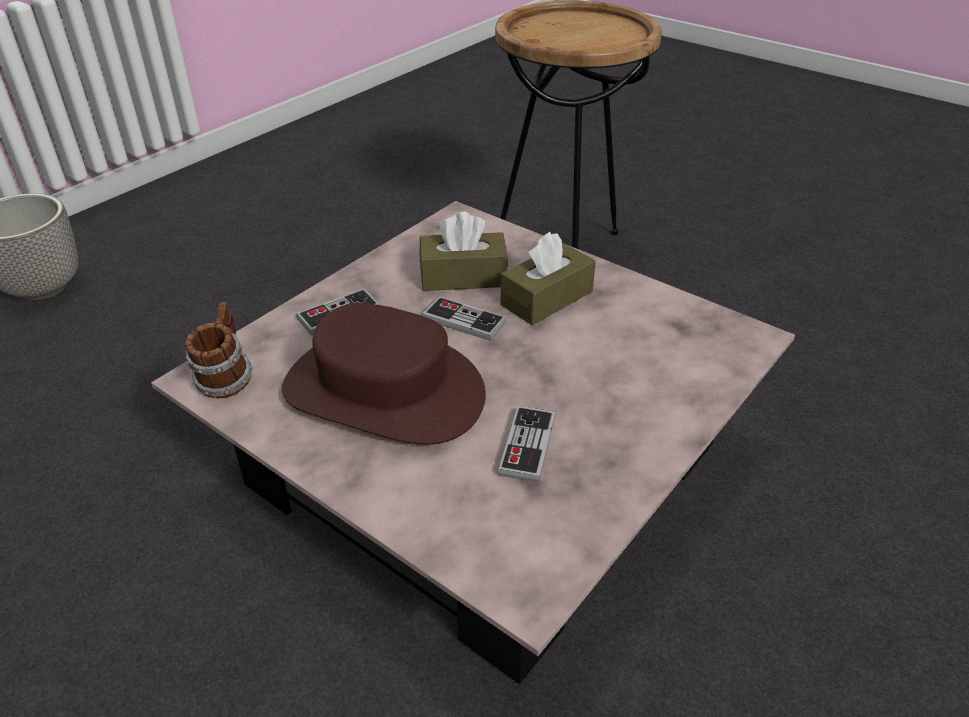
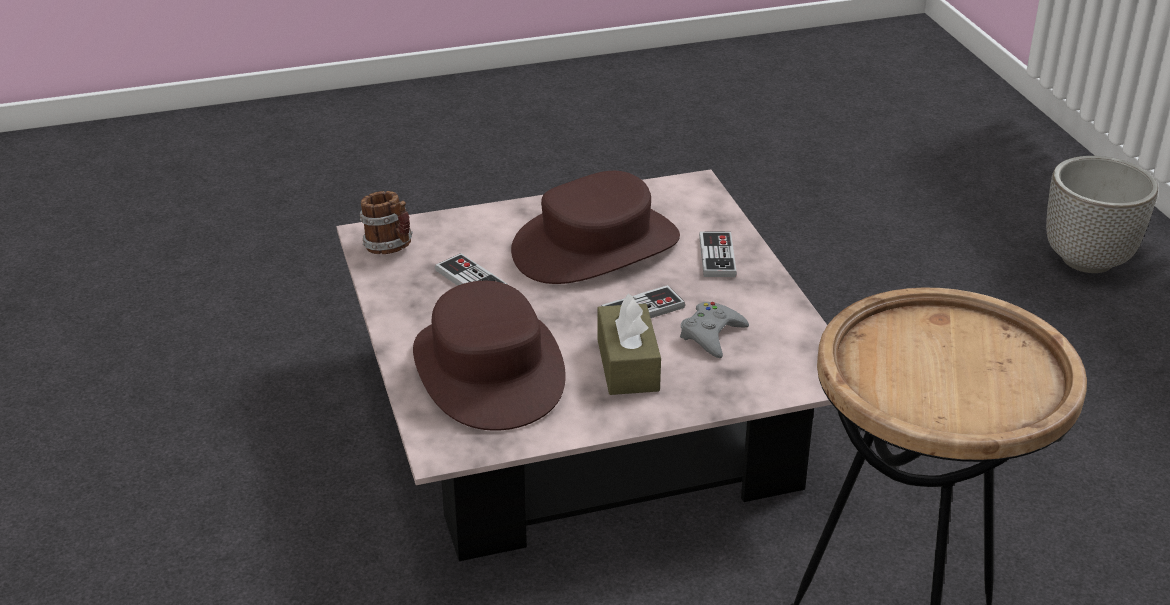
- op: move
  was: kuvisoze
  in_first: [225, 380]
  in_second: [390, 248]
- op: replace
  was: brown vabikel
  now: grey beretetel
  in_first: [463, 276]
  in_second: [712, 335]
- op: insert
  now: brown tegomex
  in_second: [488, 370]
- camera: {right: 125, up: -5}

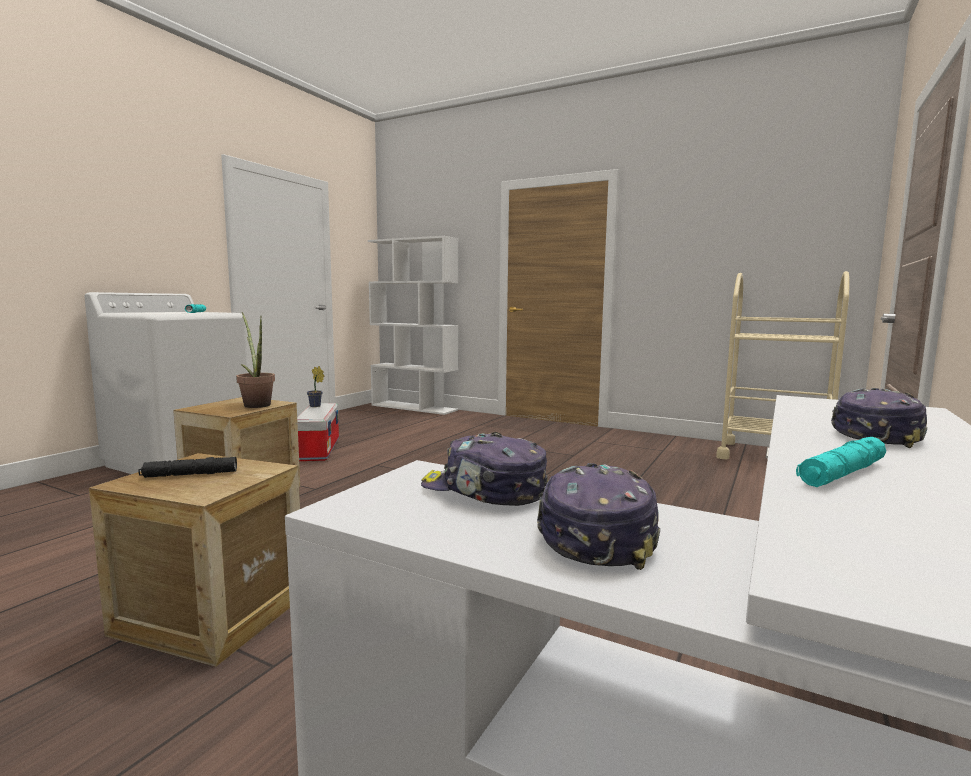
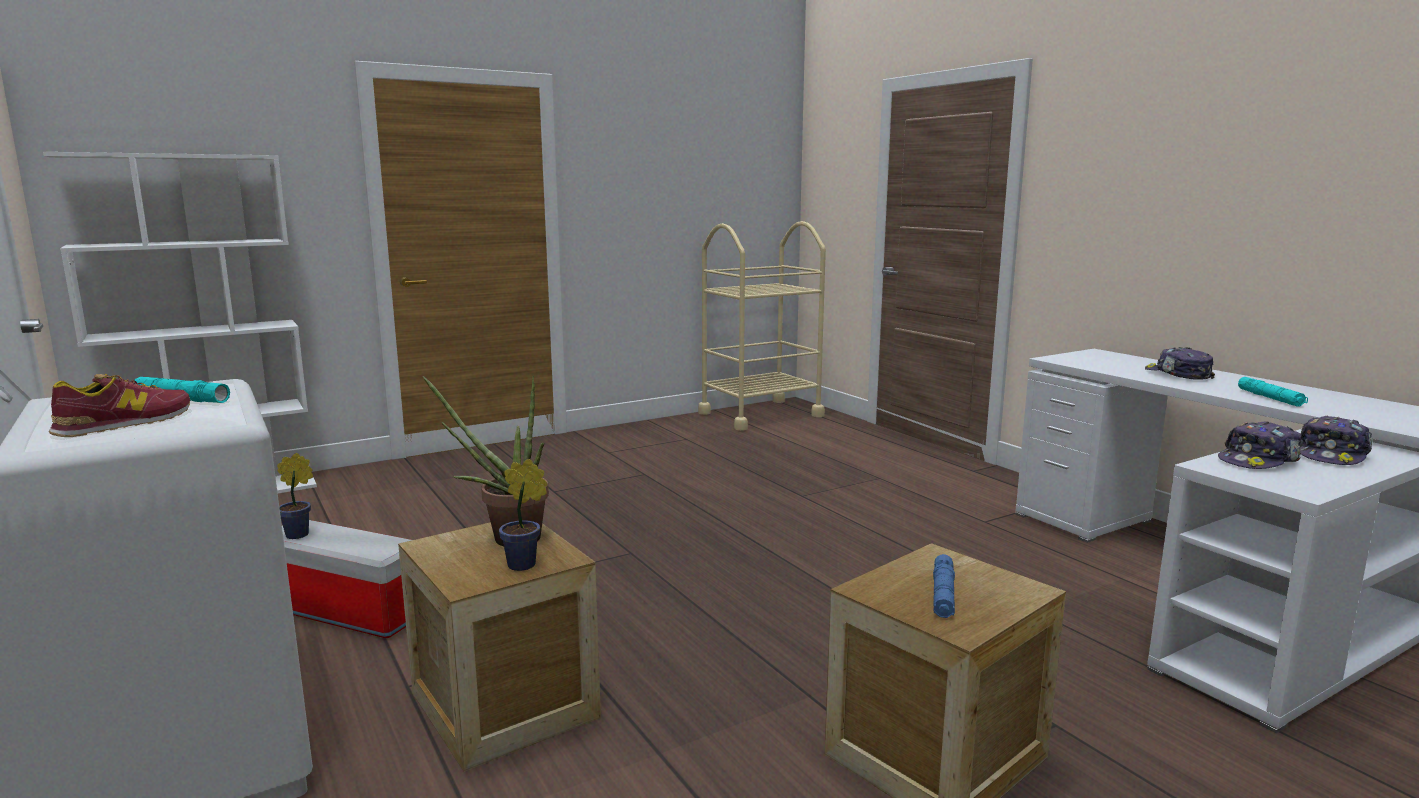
- op: recolor
  was: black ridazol
  now: blue ridazol
  in_first: [190, 474]
  in_second: [943, 594]
- op: rotate
  was: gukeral
  in_first: [595, 535]
  in_second: [1332, 455]
  clockwise: -90
- op: insert
  now: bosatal
  in_second: [125, 423]
- op: insert
  now: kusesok
  in_second: [525, 565]
- camera: {right: -60, up: 5}

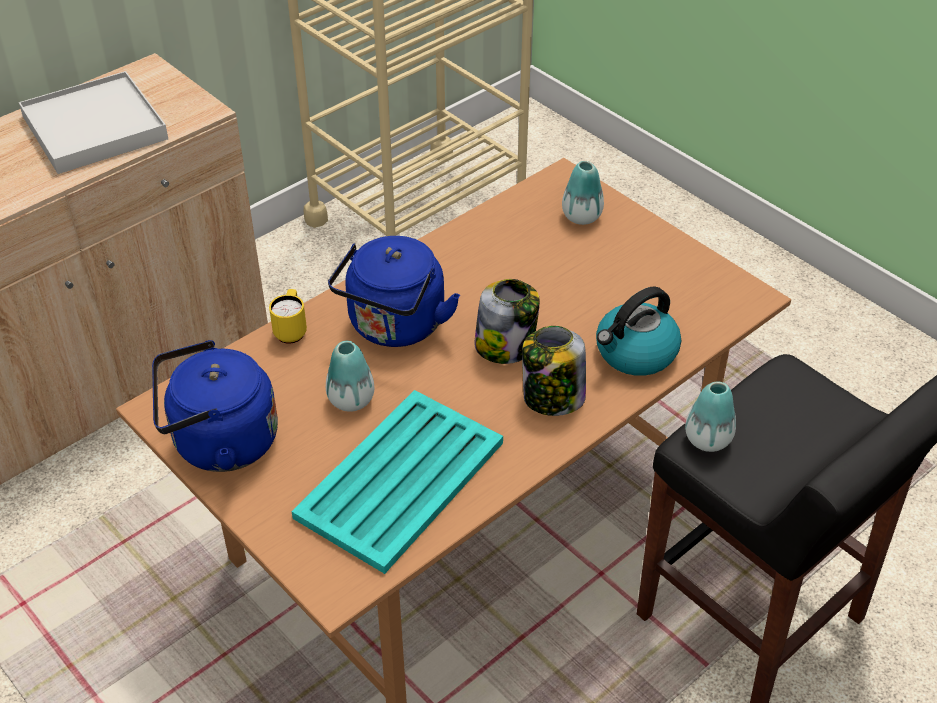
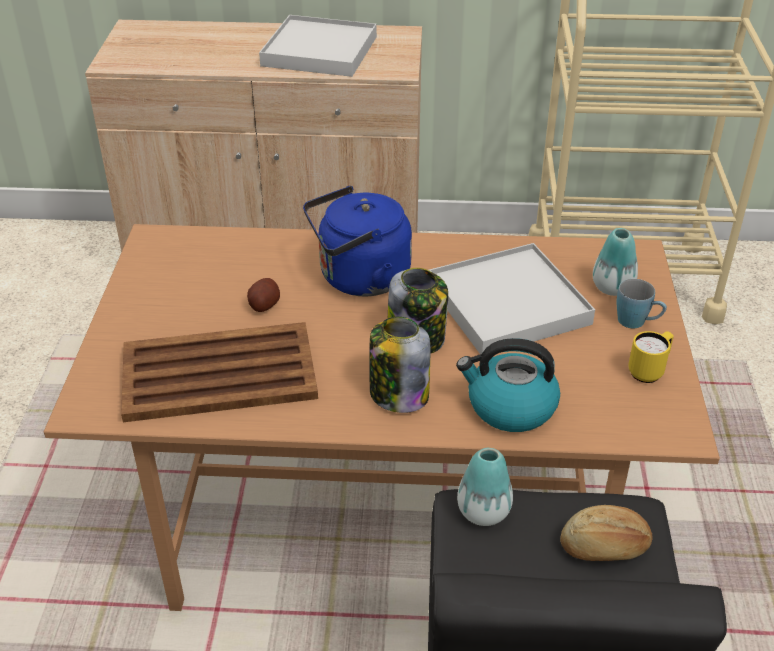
- op: delete
  was: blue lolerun
  in_first: [219, 443]
- op: move
  was: yellow kuvisoze
  in_first: [291, 330]
  in_second: [649, 371]
- op: recolor
  was: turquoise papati
  now: brown papati
  in_first: [398, 481]
  in_second: [217, 373]
- op: replace
  was: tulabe
  now: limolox
  in_first: [351, 400]
  in_second: [264, 305]
- op: insert
  now: white papati
  in_second: [508, 304]
- op: insert
  now: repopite
  in_second: [605, 548]
- op: insert
  now: blue kuvisoze
  in_second: [637, 322]
- camera: {right: 45, up: -5}

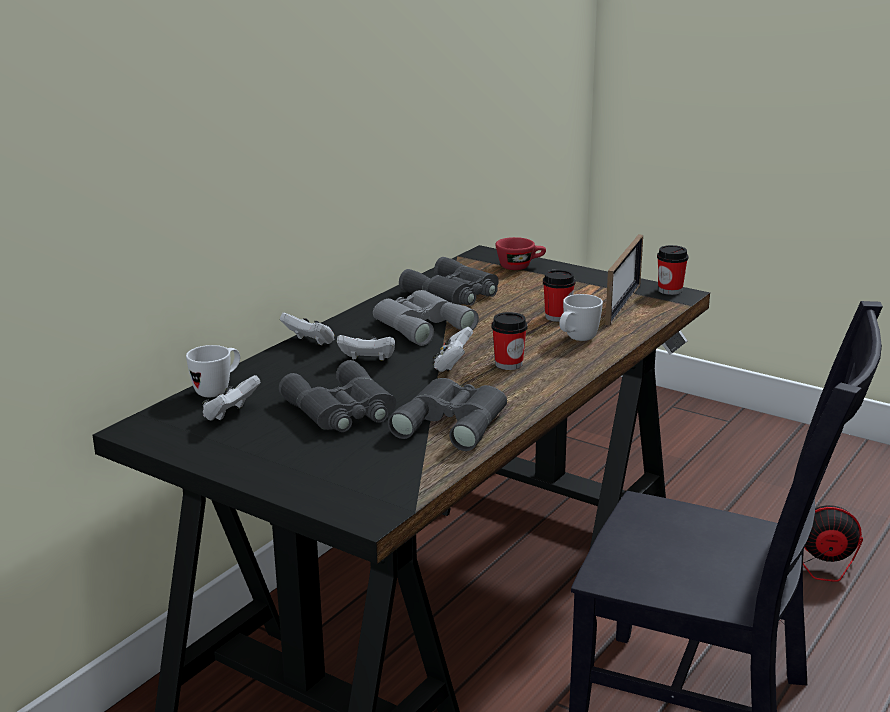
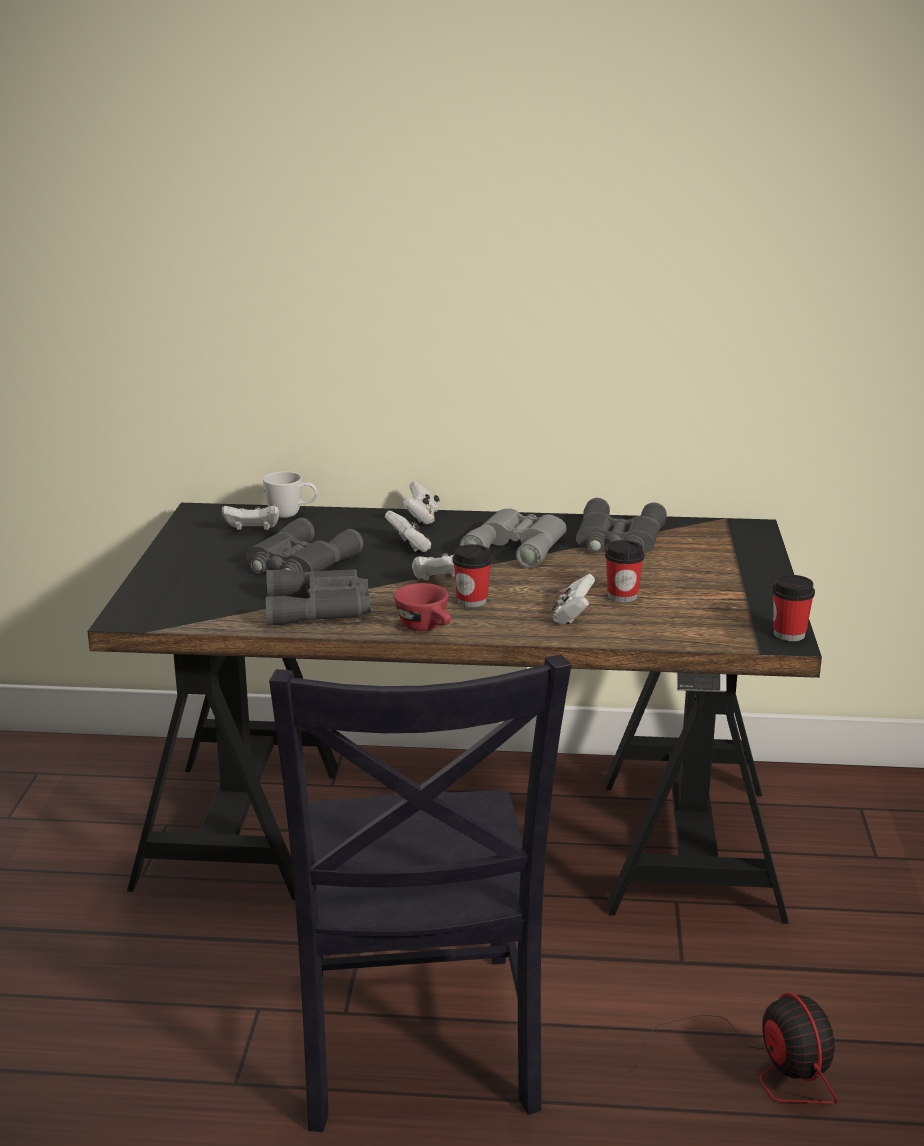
- op: move
  was: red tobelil
  in_first: [520, 266]
  in_second: [427, 628]
- op: replace
  was: white kuvisoze
  now: white beretetel
  in_first: [577, 340]
  in_second: [572, 617]
- op: delete
  was: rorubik
  in_first: [623, 304]
- camera: {right: 60, up: 0}

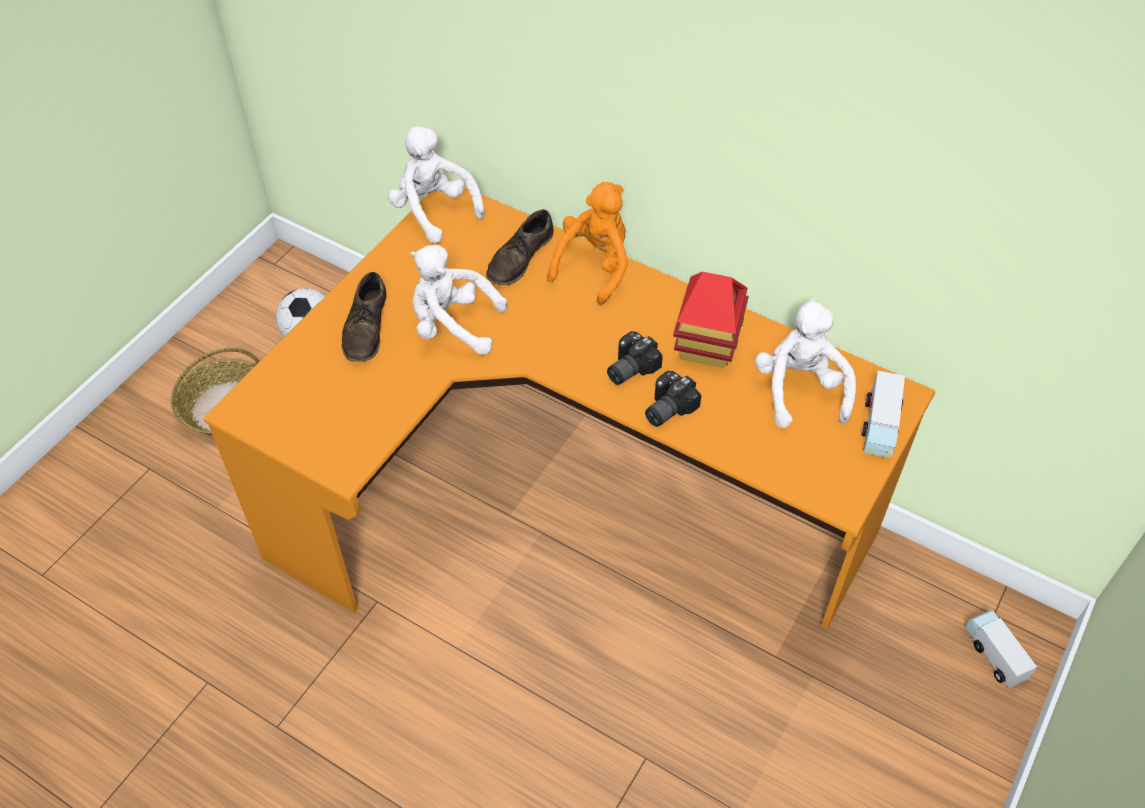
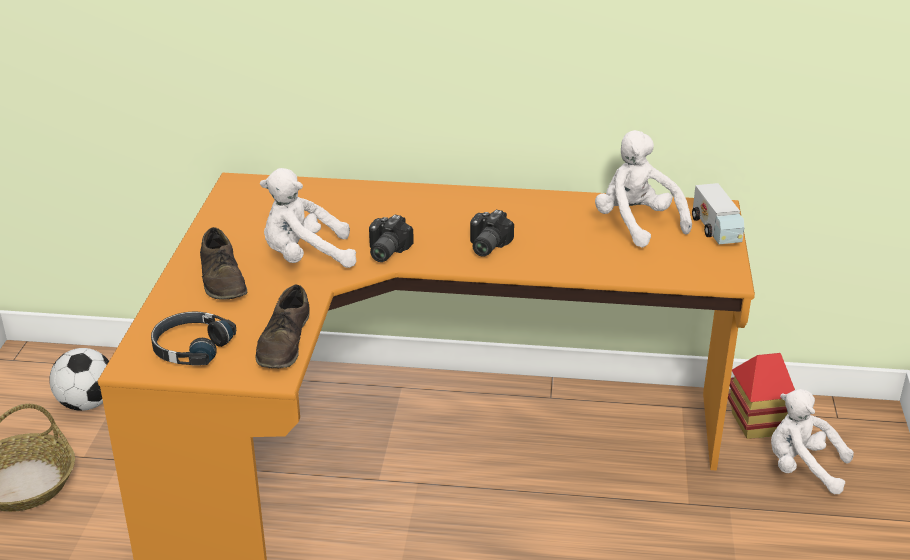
- op: move
  was: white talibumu
  in_first: [434, 210]
  in_second: [802, 468]
- op: move
  was: brown bosatal
  in_first: [520, 258]
  in_second: [284, 342]
- op: delete
  was: orange talibumu
  in_first: [594, 266]
- op: move
  was: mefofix
  in_first: [666, 408]
  in_second: [384, 251]
- op: move
  was: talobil
  in_first: [707, 345]
  in_second: [756, 423]
- op: delete
  was: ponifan
  in_first: [994, 654]
- op: insert
  now: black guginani
  in_second: [191, 347]
- camera: {right: -25, up: -20}

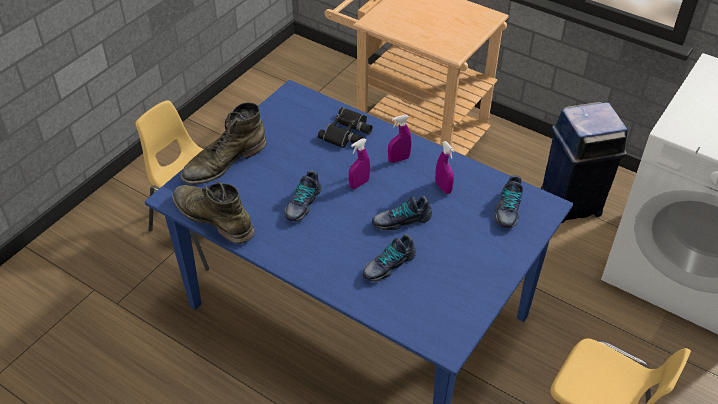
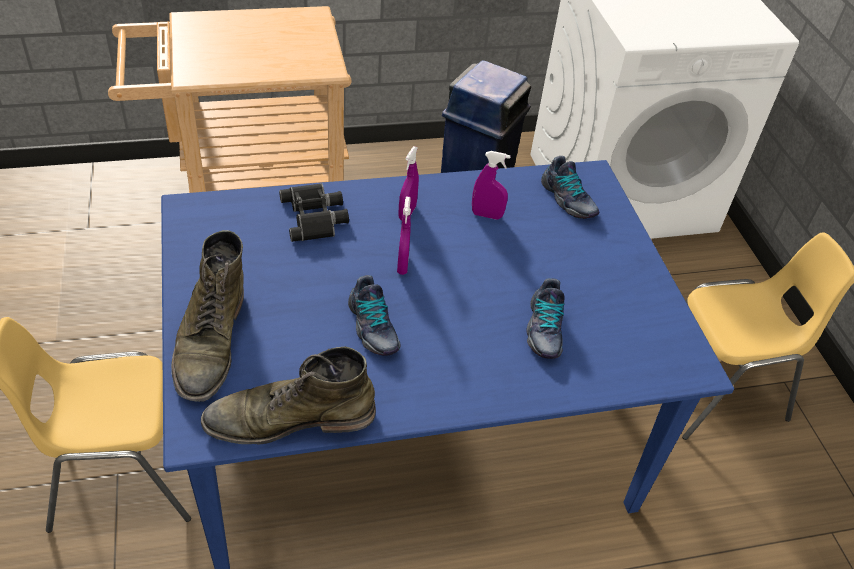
- op: delete
  was: bosatal
  in_first: [401, 220]
- camera: {right: -50, up: 0}

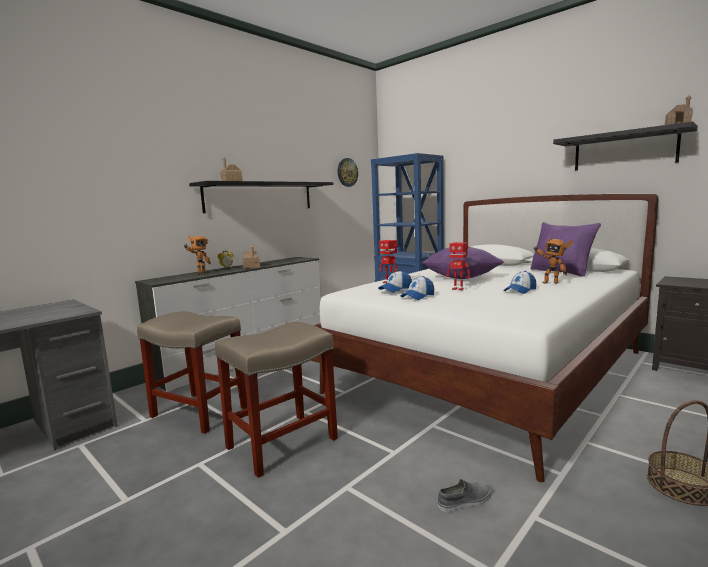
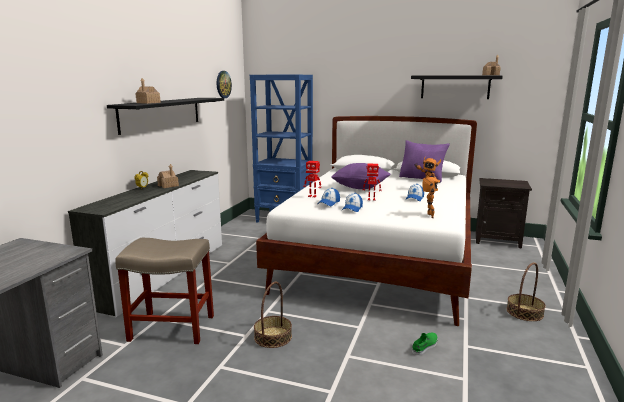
- op: move
  was: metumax
  in_first: [199, 273]
  in_second: [428, 216]
- op: replace
  was: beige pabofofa
  now: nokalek
  in_first: [283, 442]
  in_second: [273, 337]
- op: recolor
  was: grey bosatal
  now: green bosatal
  in_first: [466, 500]
  in_second: [425, 346]
- camera: {right: -25, up: 5}

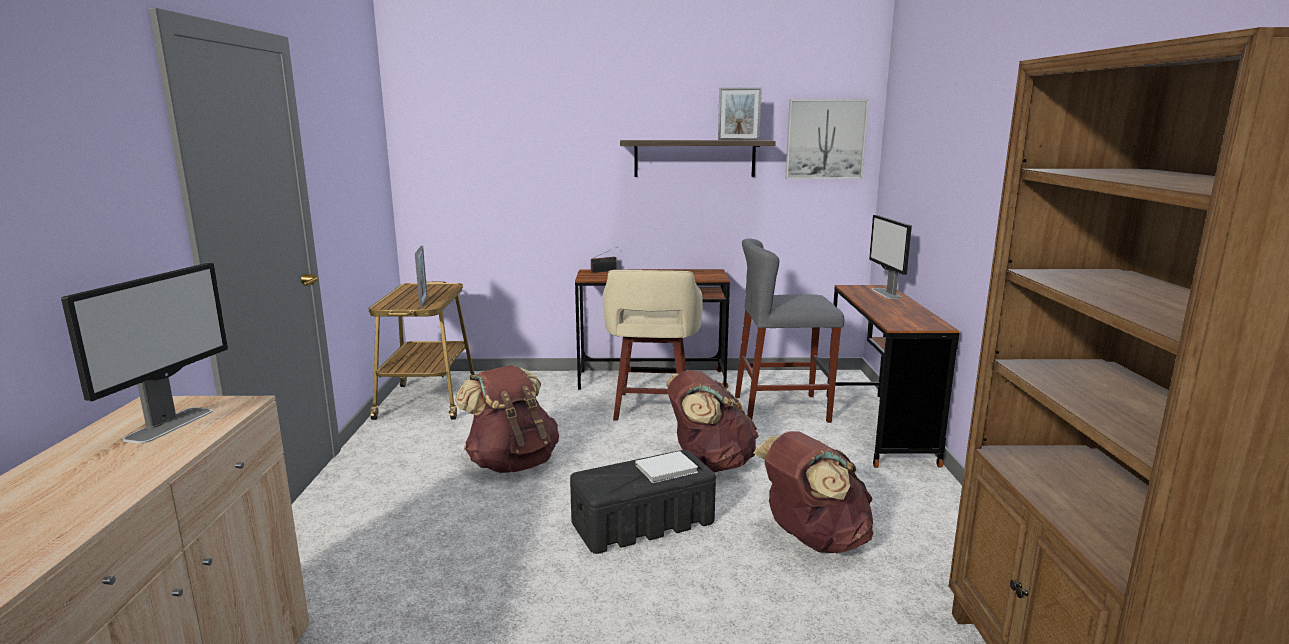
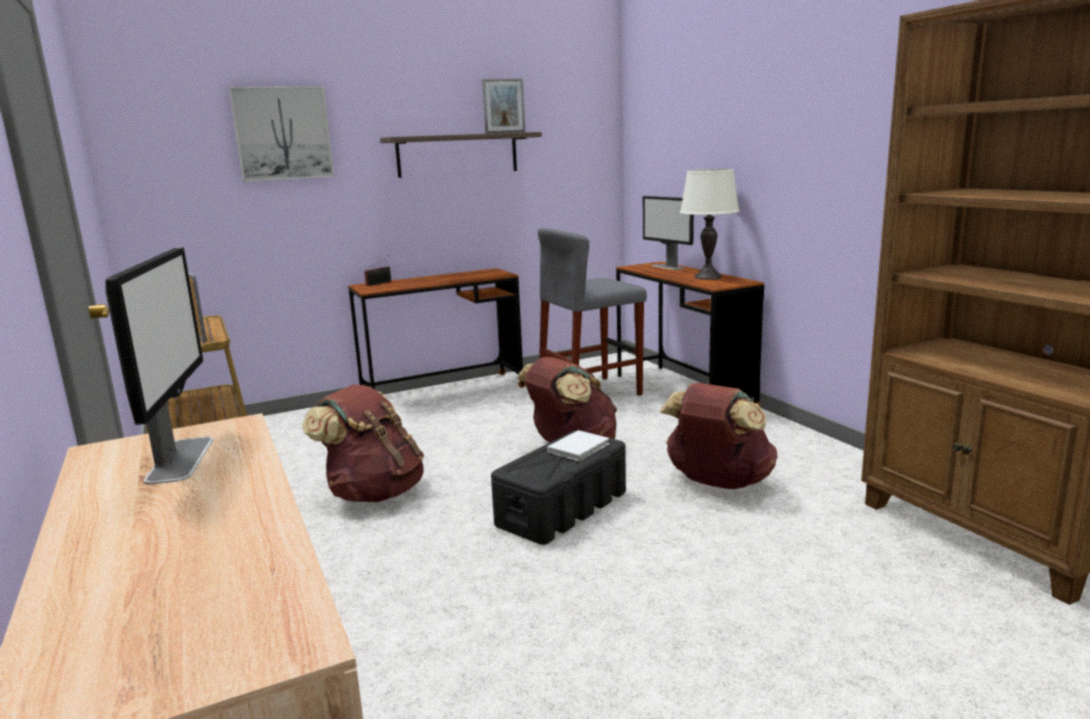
- op: delete
  was: beige pabofofa
  in_first: [652, 409]
- op: move
  was: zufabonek
  in_first: [825, 139]
  in_second: [283, 133]
- op: insert
  now: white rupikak
  in_second: [708, 277]
- camera: {right: -25, up: 0}

